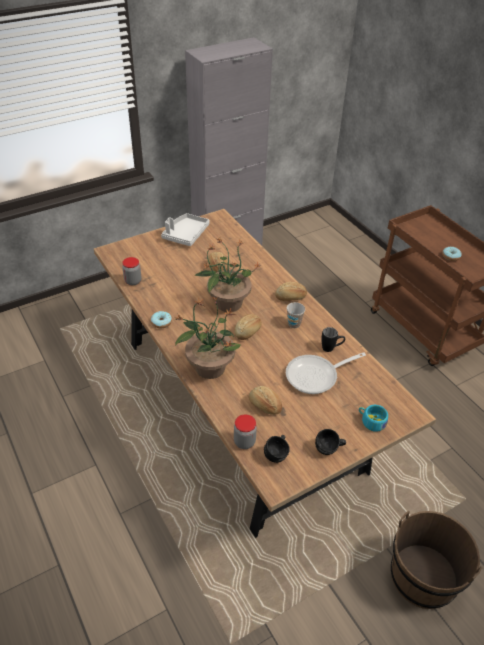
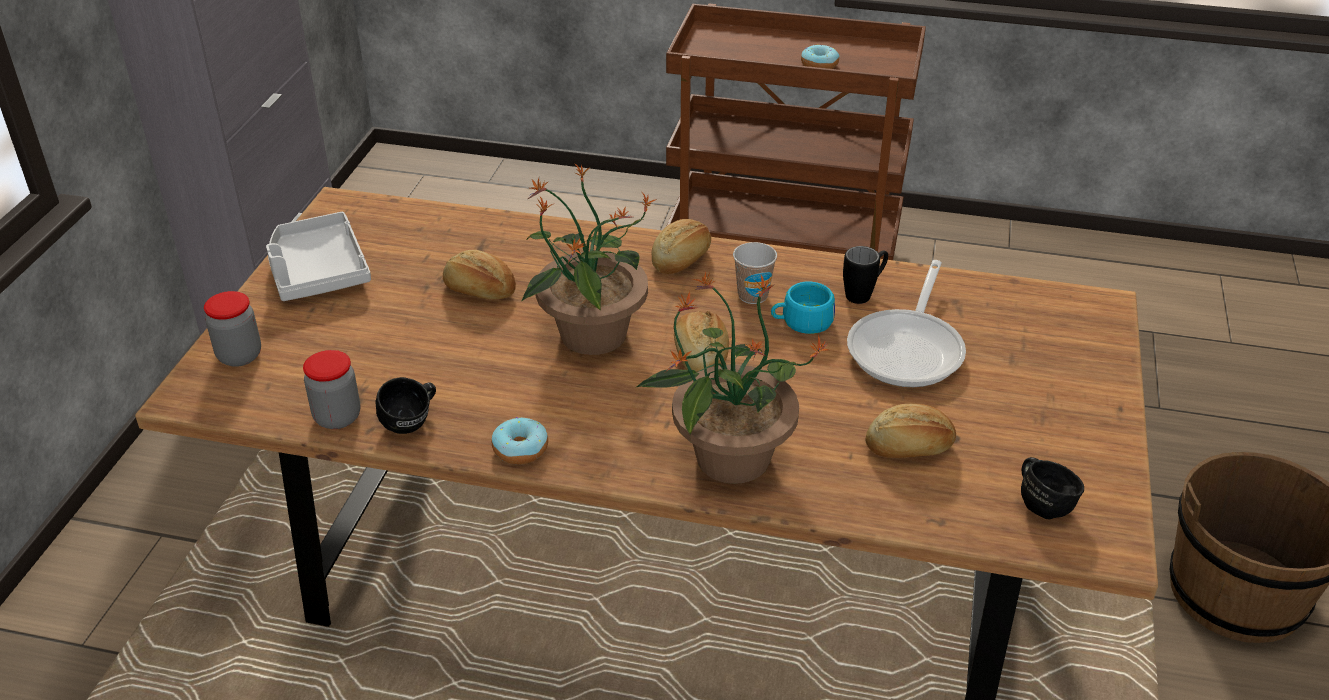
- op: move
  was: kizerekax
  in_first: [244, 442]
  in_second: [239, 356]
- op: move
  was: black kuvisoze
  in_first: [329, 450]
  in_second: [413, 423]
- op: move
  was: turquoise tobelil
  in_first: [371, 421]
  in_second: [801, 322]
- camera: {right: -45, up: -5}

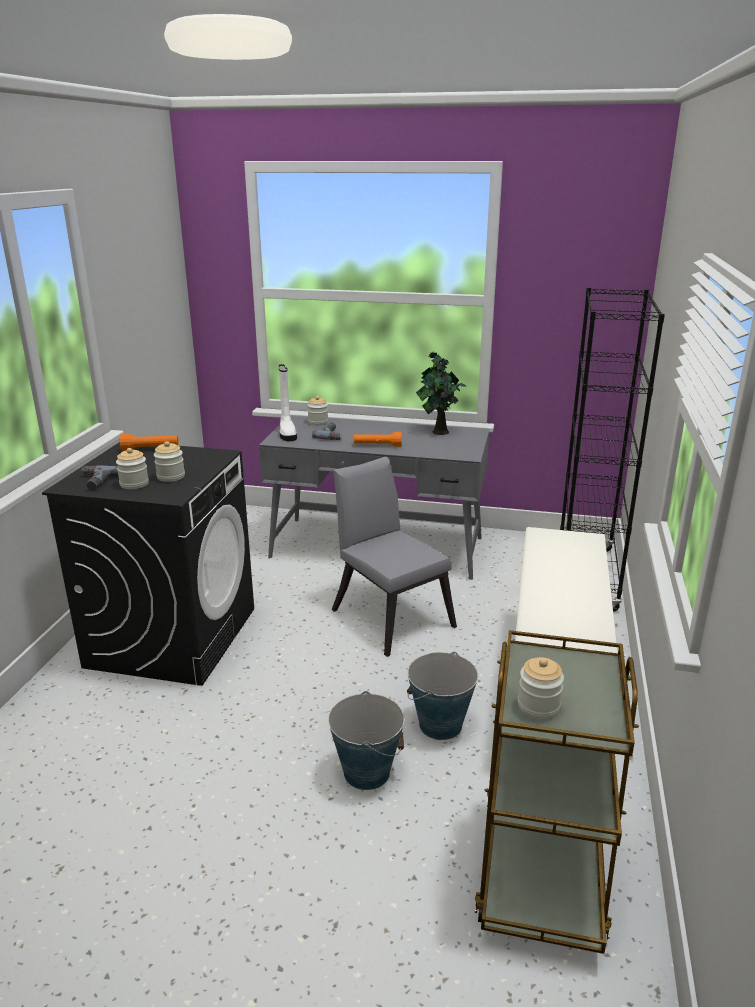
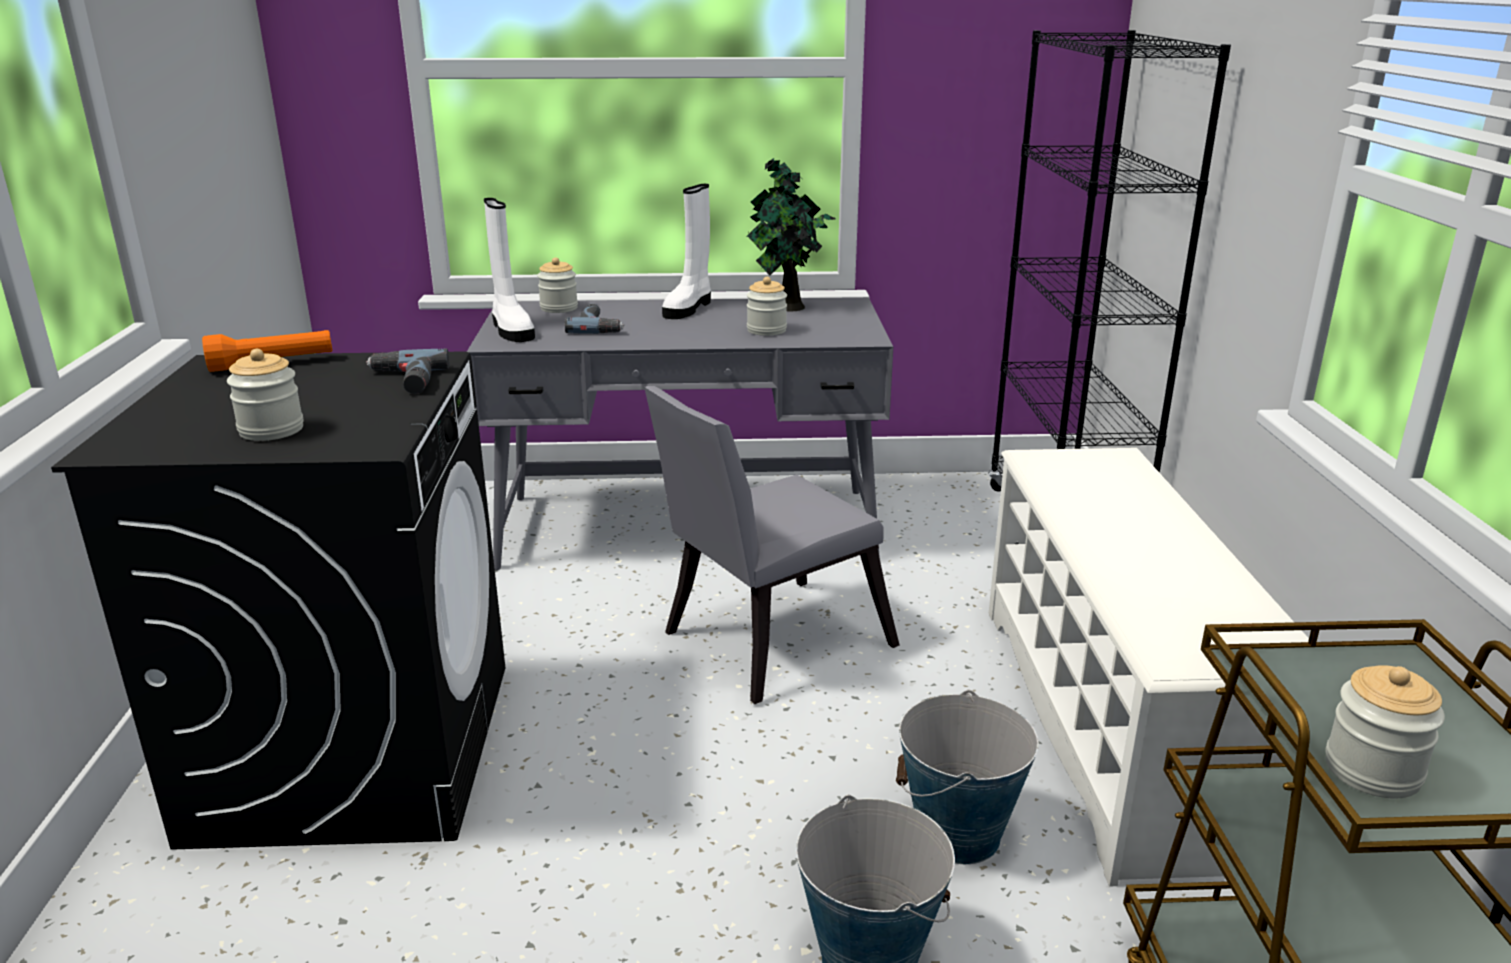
- op: move
  was: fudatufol
  in_first: [94, 482]
  in_second: [405, 381]
- op: move
  was: kizerekax
  in_first: [171, 477]
  in_second: [766, 330]
- op: rotate
  was: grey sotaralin
  in_first: [389, 614]
  in_second: [766, 642]
  clockwise: -75
- op: delete
  was: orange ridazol
  in_first: [377, 445]
- op: insert
  now: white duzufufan
  in_second: [688, 308]
- camera: {right: -15, up: 0}

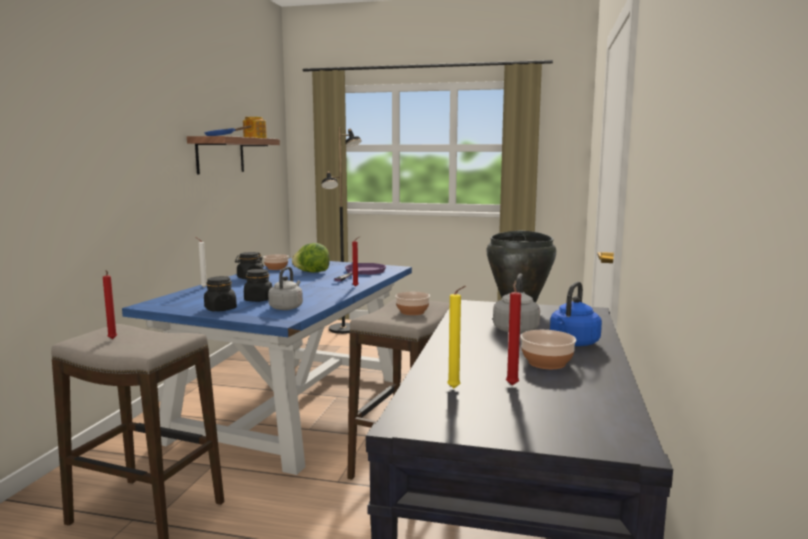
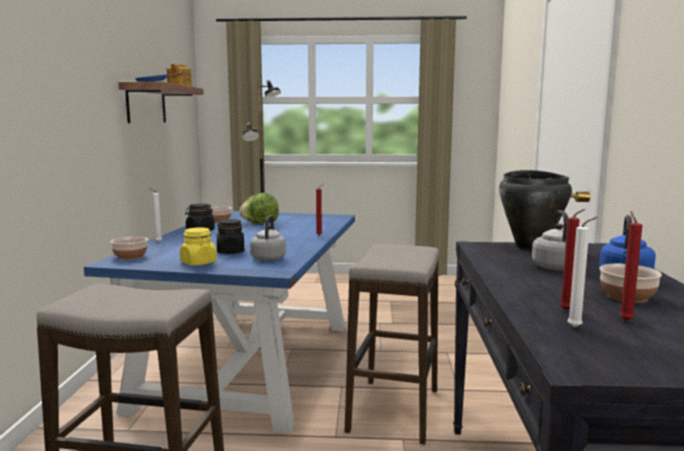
- op: move
  was: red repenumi
  in_first: [112, 339]
  in_second: [568, 311]
- op: recolor
  was: black kizerekax
  now: yellow kizerekax
  in_first: [220, 309]
  in_second: [198, 263]
- op: delete
  was: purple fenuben
  in_first: [361, 272]
- op: move
  was: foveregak
  in_first: [412, 312]
  in_second: [130, 256]
- op: recolor
  was: yellow repenumi
  now: white repenumi
  in_first: [455, 389]
  in_second: [577, 328]
- camera: {right: -10, up: 0}

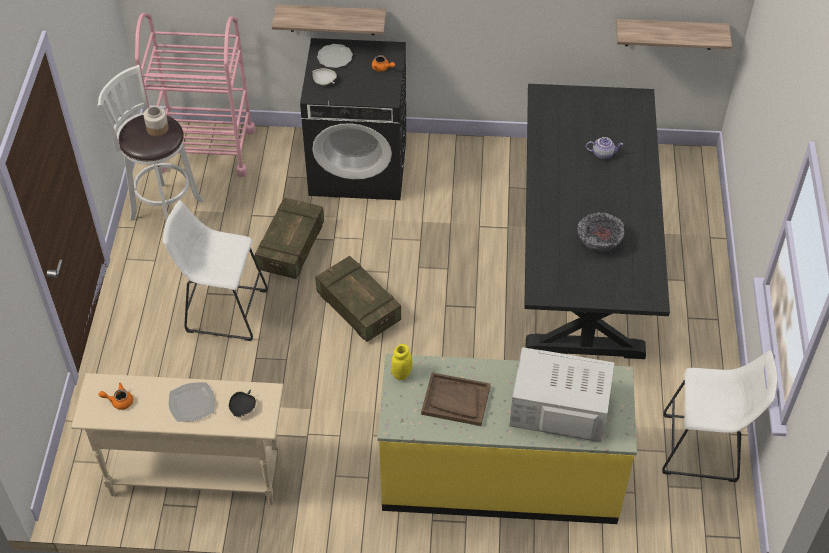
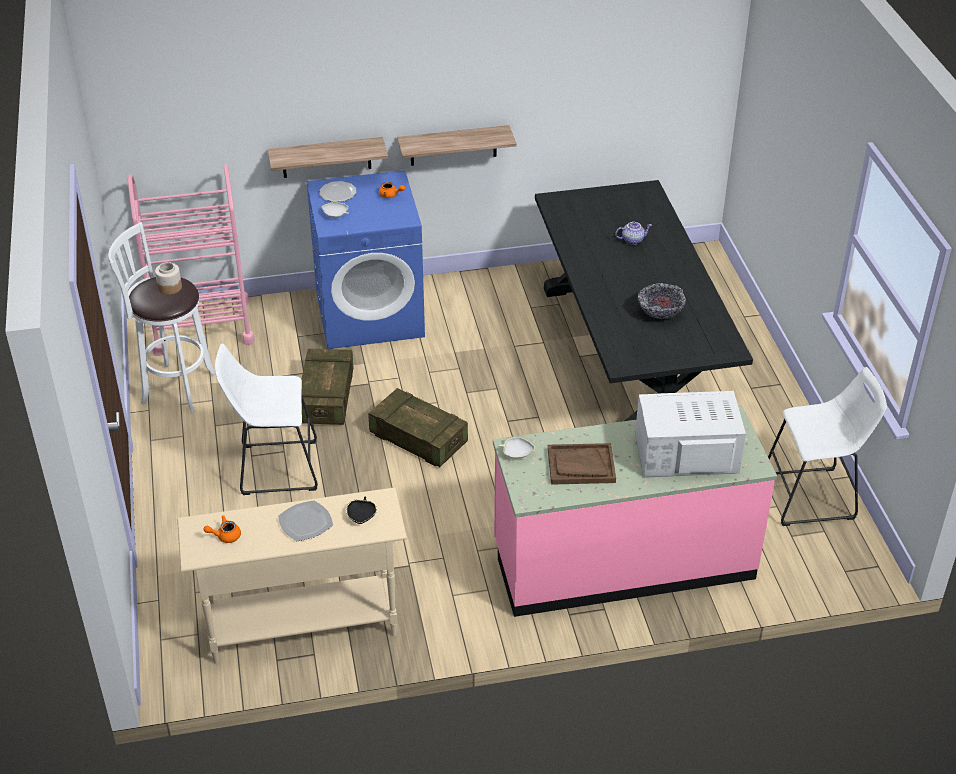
- op: recolor
  was: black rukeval
  now: blue rukeval
  in_first: [359, 166]
  in_second: [370, 314]
- op: recolor
  was: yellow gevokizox
  now: pink gevokizox
  in_first: [500, 477]
  in_second: [623, 561]
- op: replace
  was: yellow kizerekax
  now: white foveregak
  in_first: [401, 374]
  in_second: [517, 453]
- op: move
  was: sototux
  in_first: [670, 34]
  in_second: [453, 145]
- camera: {right: -15, up: -10}

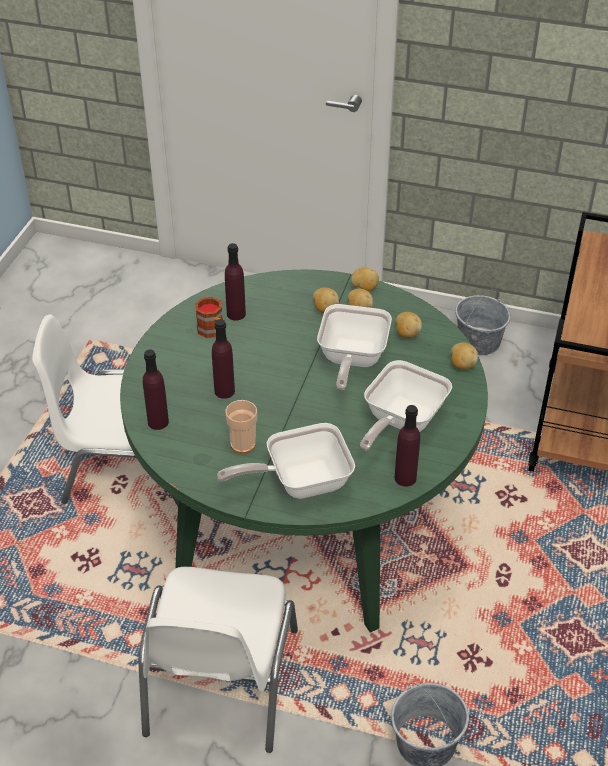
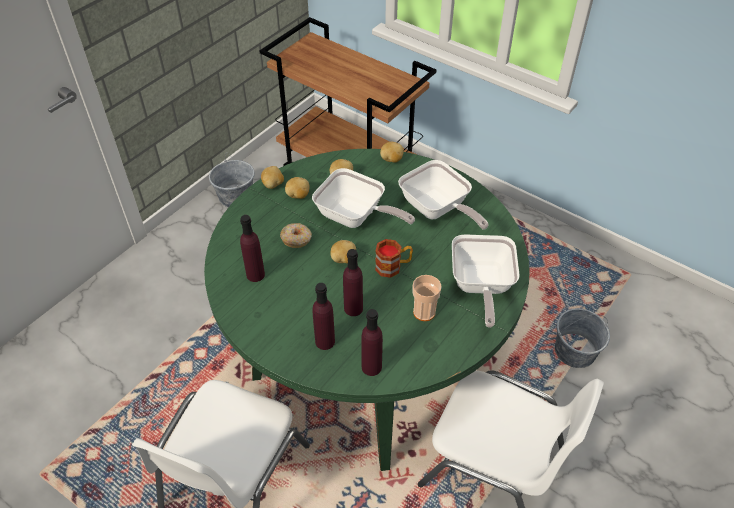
- op: move
  was: kuvisoze
  in_first: [213, 332]
  in_second: [393, 266]
- op: move
  was: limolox
  in_first: [325, 309]
  in_second: [343, 259]
- op: move
  was: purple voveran
  in_first: [405, 478]
  in_second: [325, 341]
- op: insert
  now: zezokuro
  in_second: [296, 239]
- camera: {right: -70, up: 5}

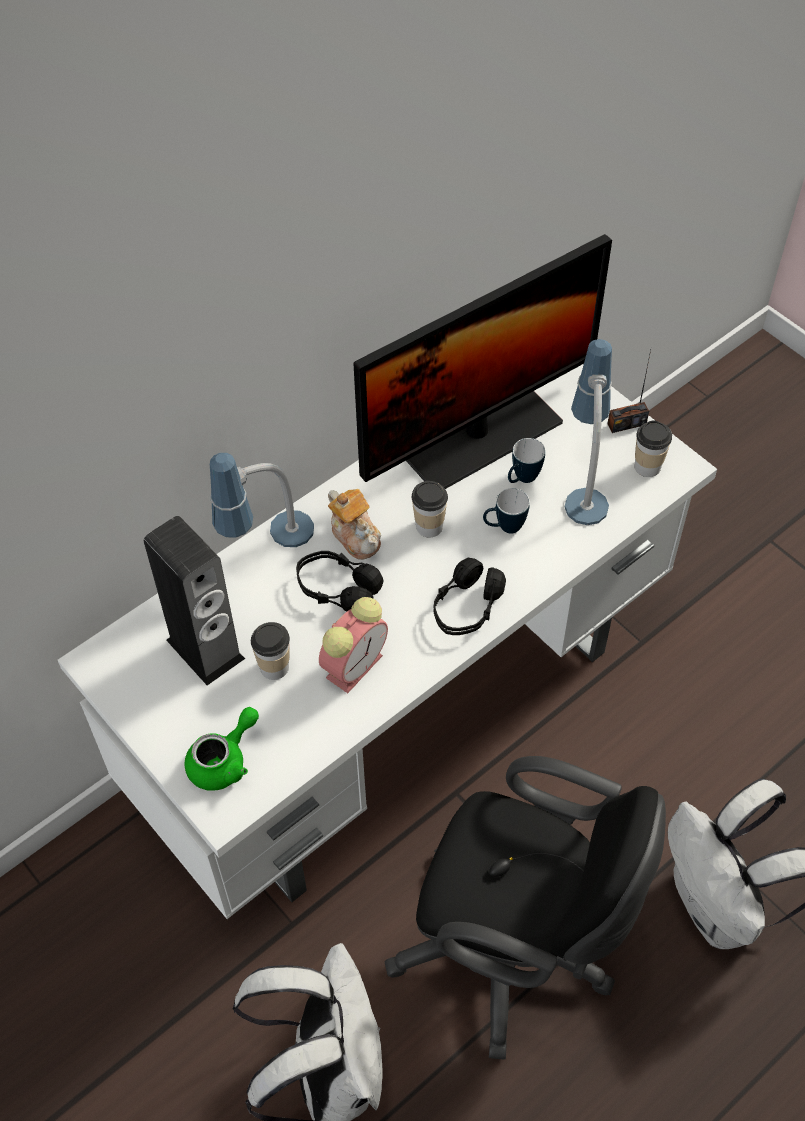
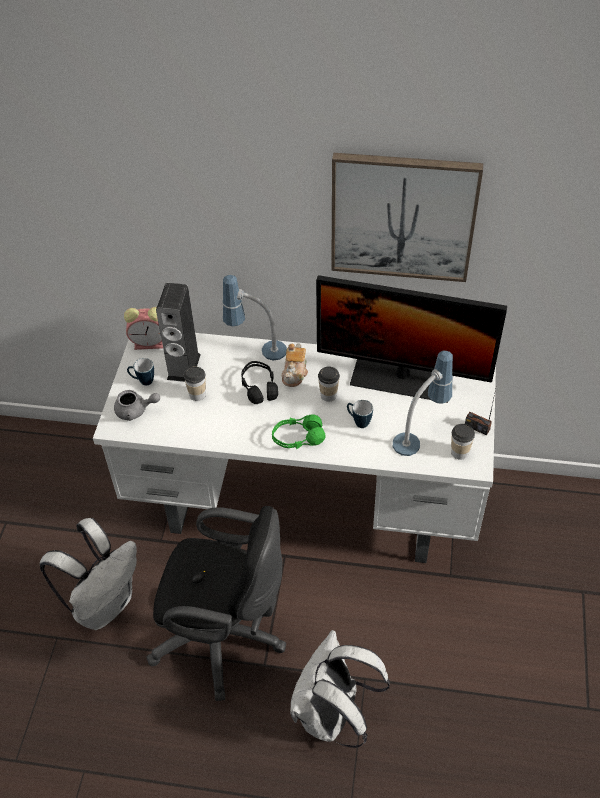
- op: recolor
  was: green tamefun
  now: grey tamefun
  in_first: [224, 761]
  in_second: [136, 411]
- op: move
  was: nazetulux
  in_first: [355, 664]
  in_second: [151, 343]
- op: rotate
  was: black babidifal
  in_first: [513, 951]
  in_second: [224, 638]
  clockwise: -60
- op: recolor
  was: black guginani
  now: green guginani
  in_first: [467, 608]
  in_second: [298, 438]
- op: move
  was: kuvisoze
  in_first: [522, 480]
  in_second: [143, 381]
- op: insert
  now: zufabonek
  in_second: [403, 216]
- camera: {right: 50, up: -5}

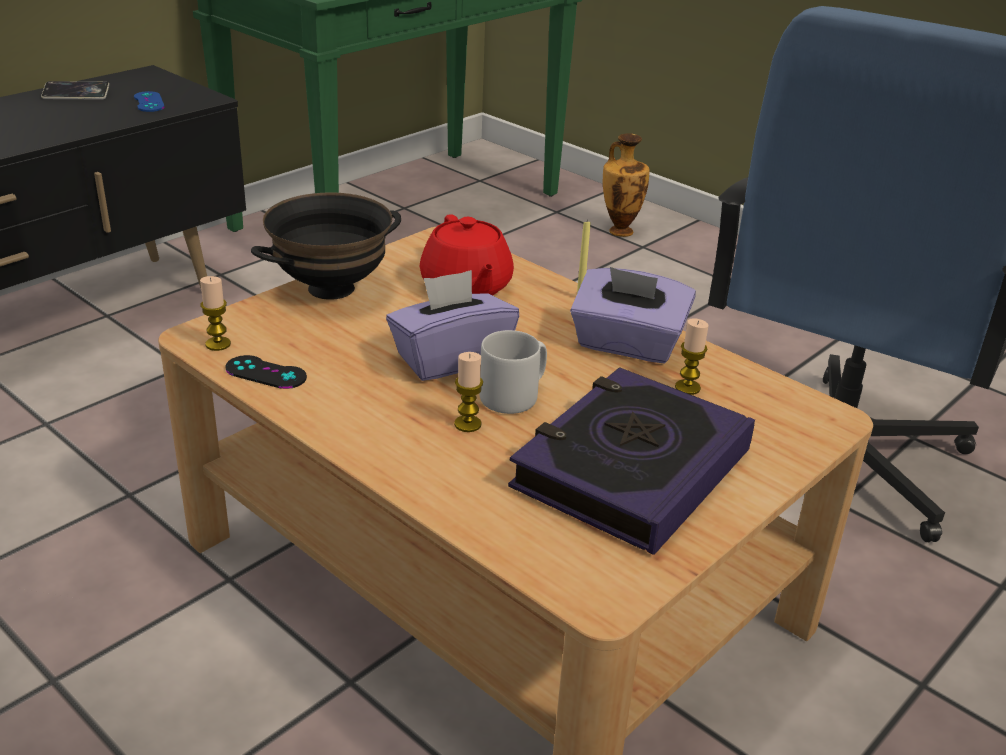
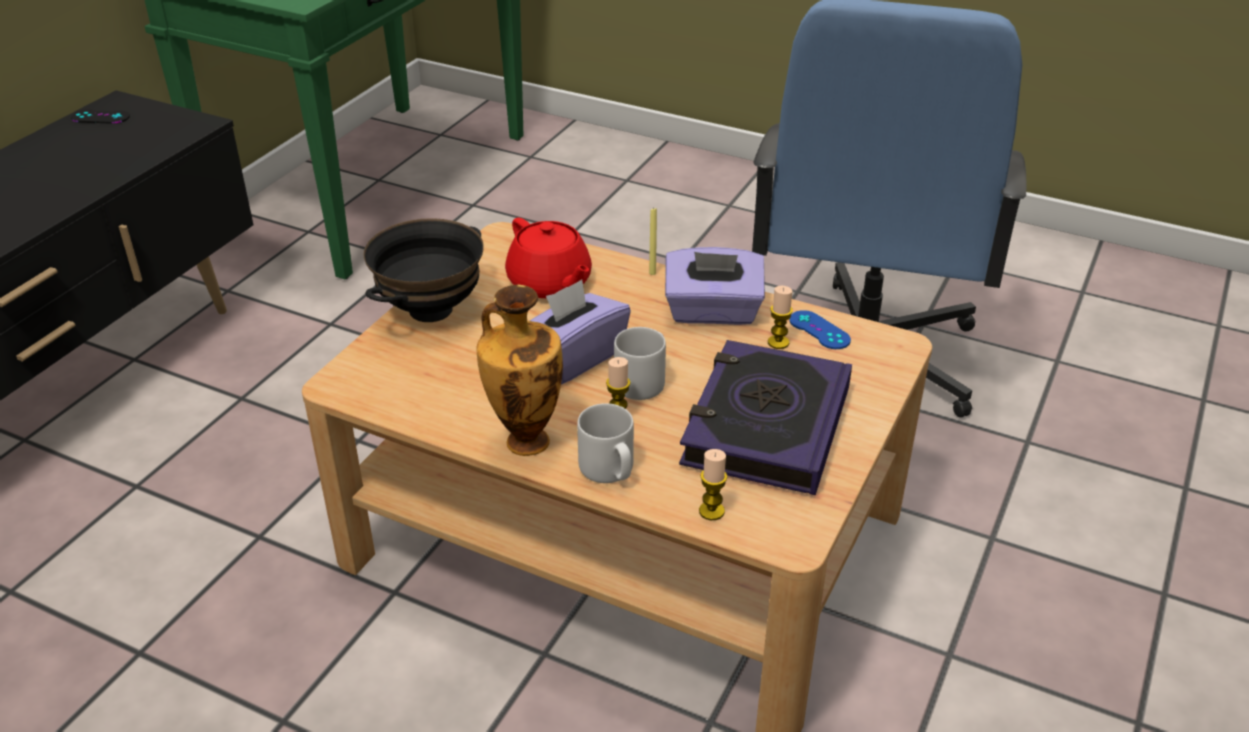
- op: delete
  was: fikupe
  in_first: [76, 95]
- op: move
  was: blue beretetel
  in_first: [149, 102]
  in_second: [819, 330]
- op: move
  was: repenumi
  in_first: [218, 344]
  in_second: [711, 511]
- op: move
  was: black beretetel
  in_first: [266, 373]
  in_second: [100, 117]
- op: move
  was: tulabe
  in_first: [619, 230]
  in_second: [525, 440]
- op: insert
  now: grey kuvisoze
  in_second: [609, 470]
- camera: {right: -15, up: 5}

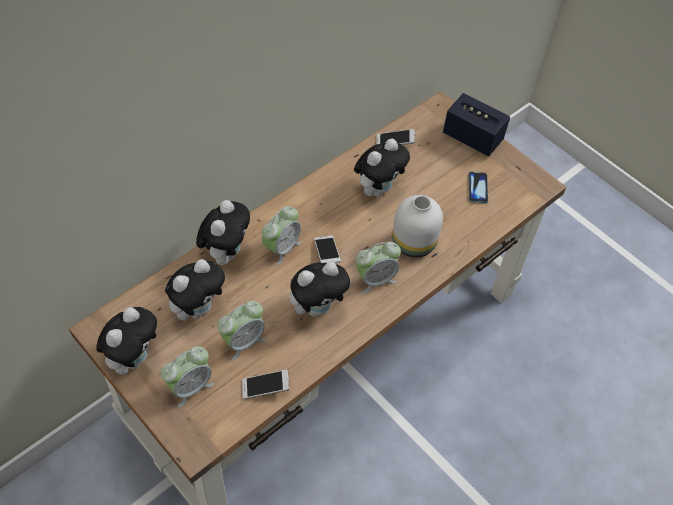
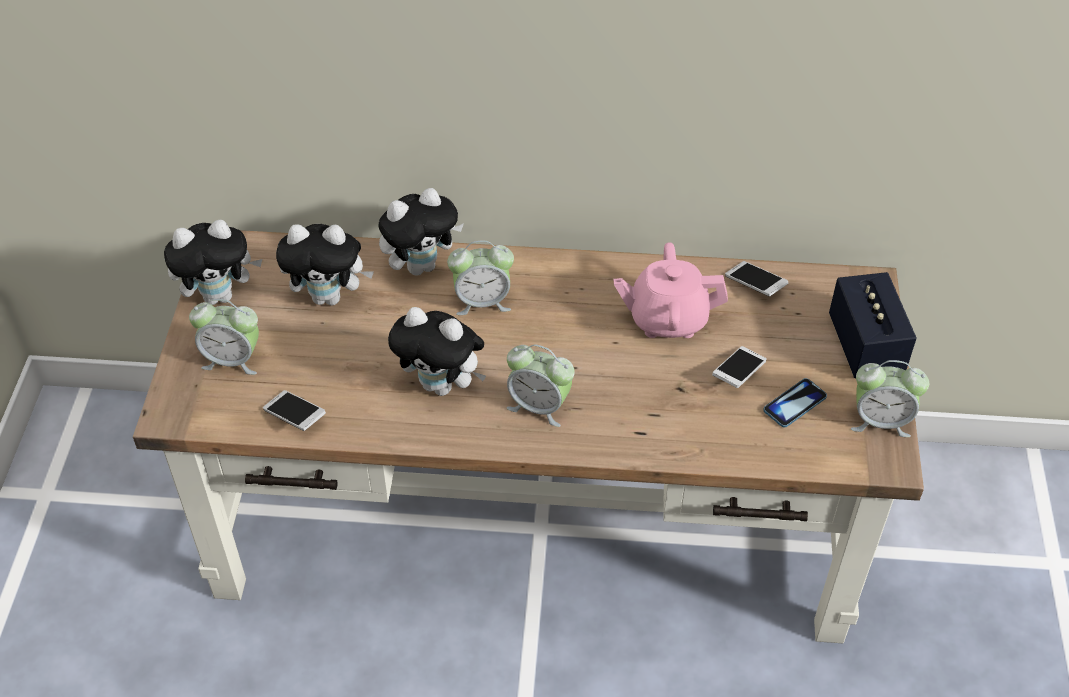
- op: move
  was: nazetulux
  in_first: [243, 341]
  in_second: [880, 420]
- op: move
  was: fikupe
  in_first: [326, 254]
  in_second: [738, 373]
- op: replace
  was: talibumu
  now: pink tamefun
  in_first: [378, 189]
  in_second: [667, 319]
- op: delete
  was: white tulabe
  in_first: [415, 243]
- camera: {right: 50, up: -5}

